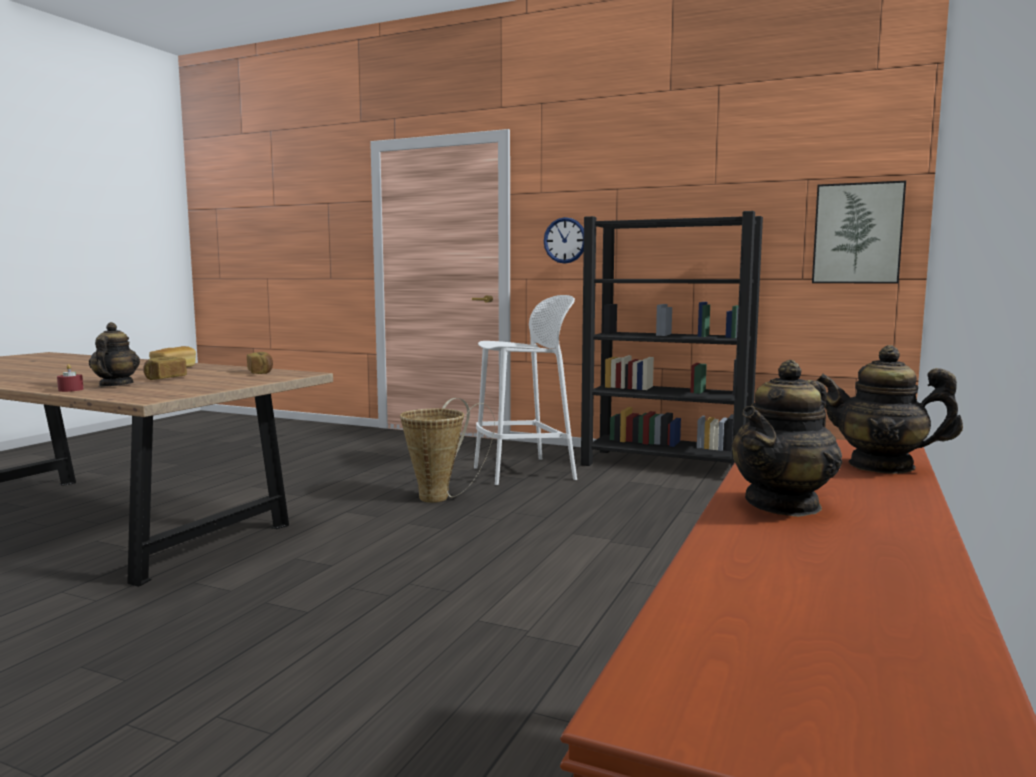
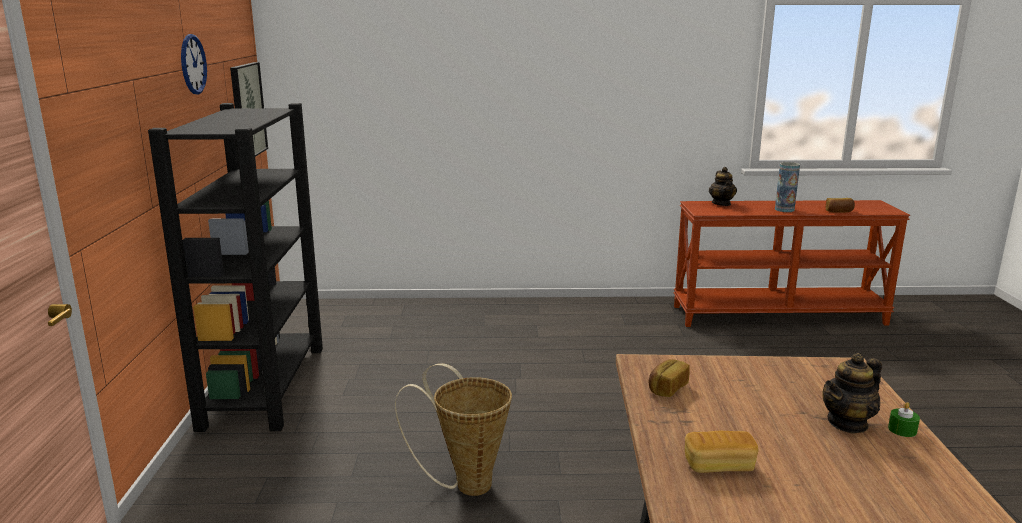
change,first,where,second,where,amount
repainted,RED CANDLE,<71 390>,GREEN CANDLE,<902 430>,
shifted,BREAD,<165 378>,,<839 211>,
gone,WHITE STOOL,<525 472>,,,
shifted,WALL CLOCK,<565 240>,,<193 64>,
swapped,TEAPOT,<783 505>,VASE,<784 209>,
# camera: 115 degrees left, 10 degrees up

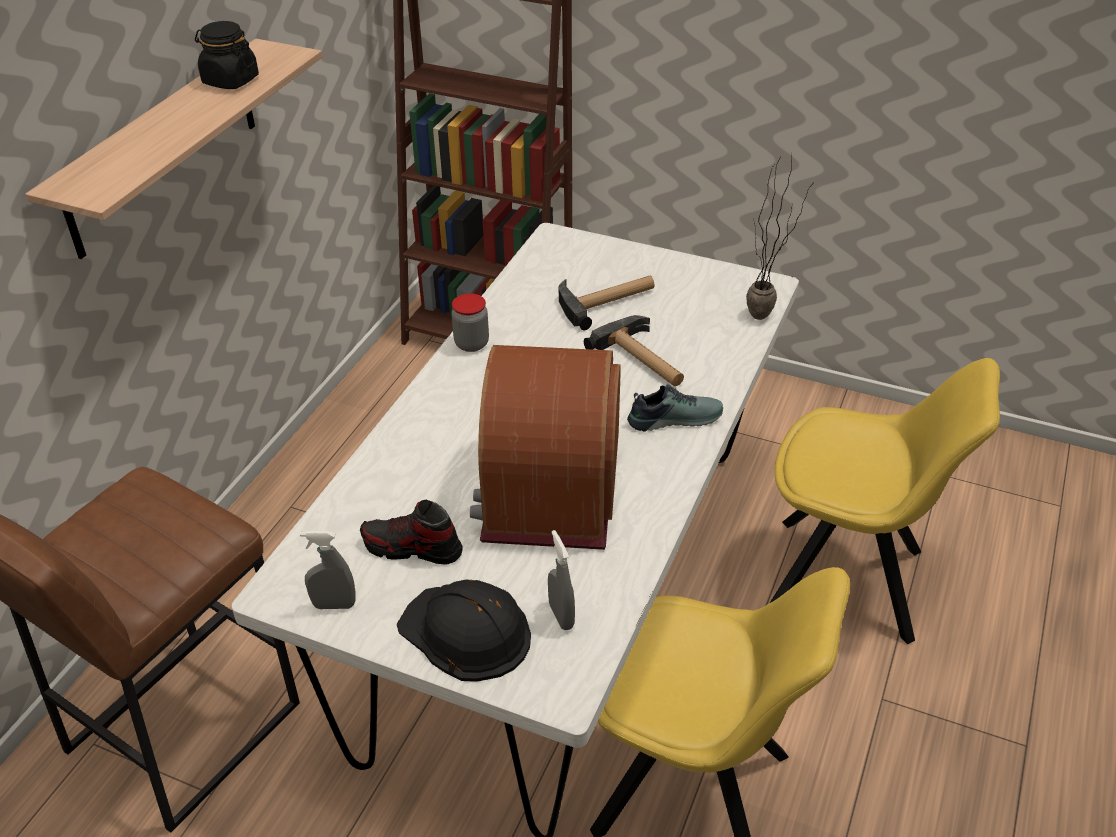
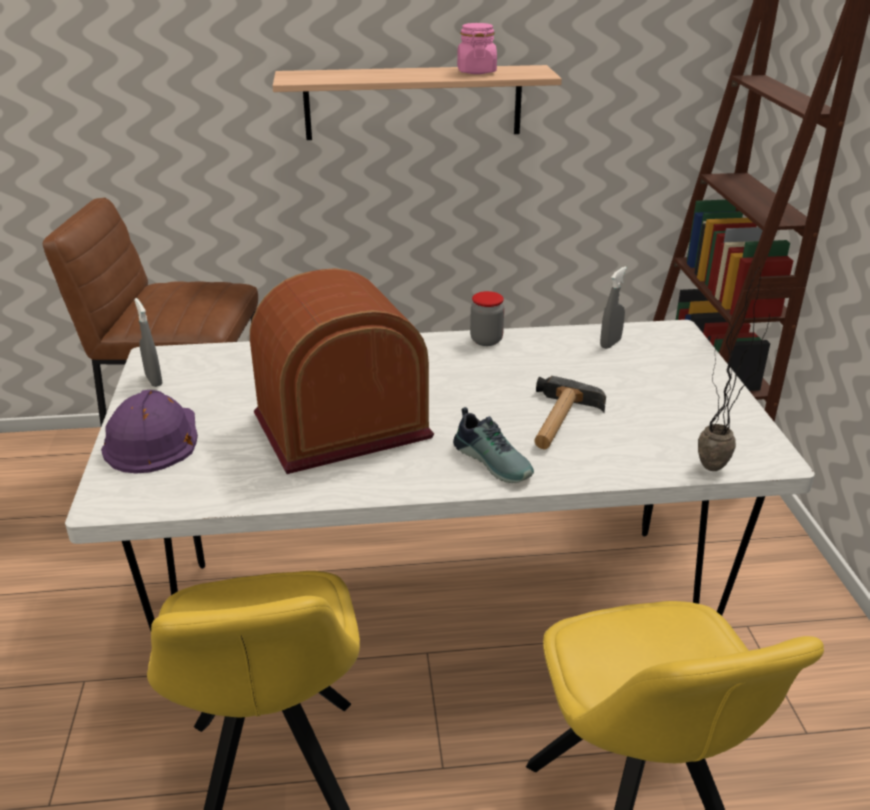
change,first,where,second,where,amount
repainted,BLACK JAR,<230 80>,PINK JAR,<476 71>,
gone,SHOE,<412 548>,,,
repainted,BLACK HARD HAT,<466 633>,PURPLE HARD HAT,<152 439>,
shifted,GREY SPRAY BOTTLE,<561 616>,,<610 343>,
gone,HAMMER,<607 301>,,,
# camera: 60 degrees right, 10 degrees down

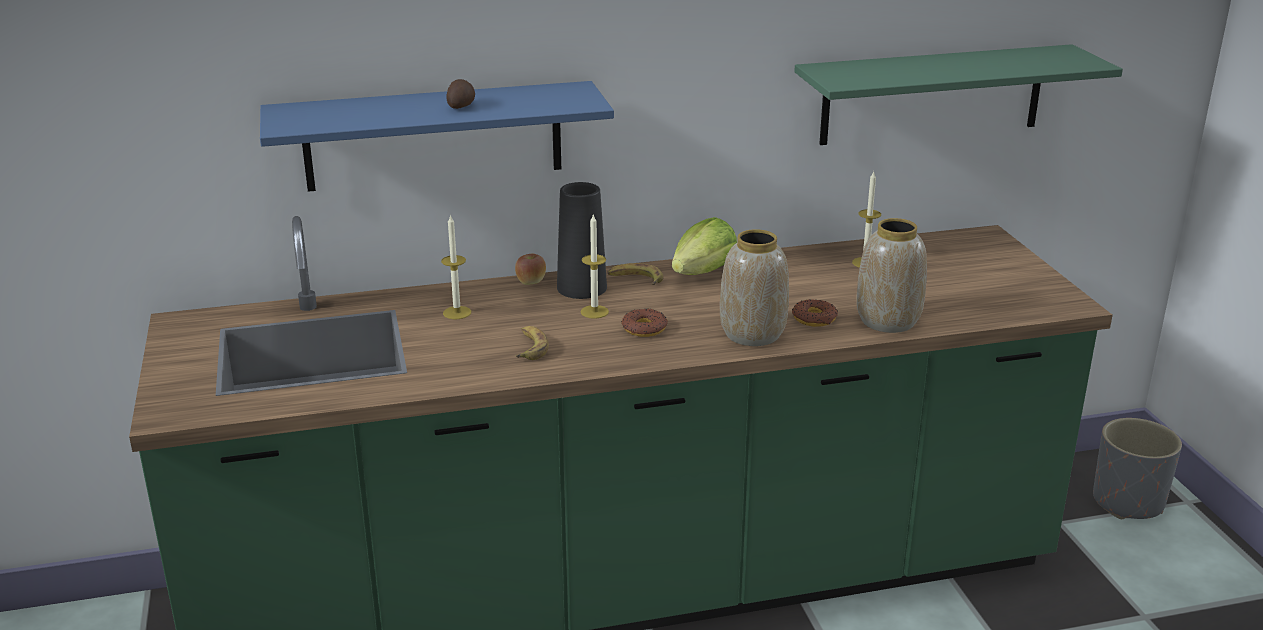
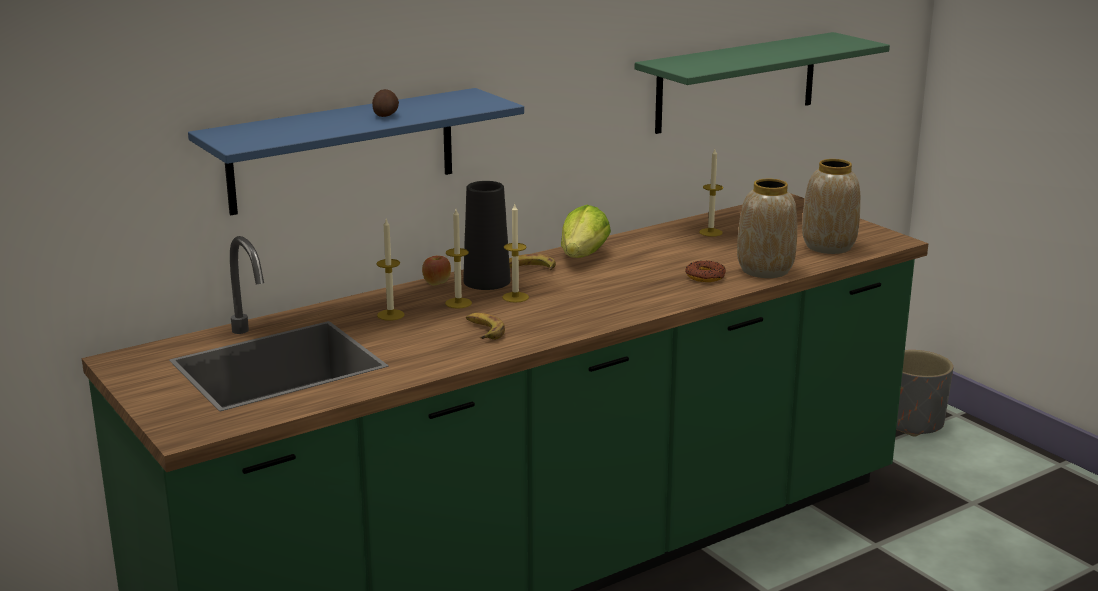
change,first,where,second,where,amount
gone,DONUT,<644 328>,,,
shifted,VASE,<753 334>,,<829 246>,
new,,,CANDLE,<458 303>,
# camera: 20 degrees left, 5 degrees down

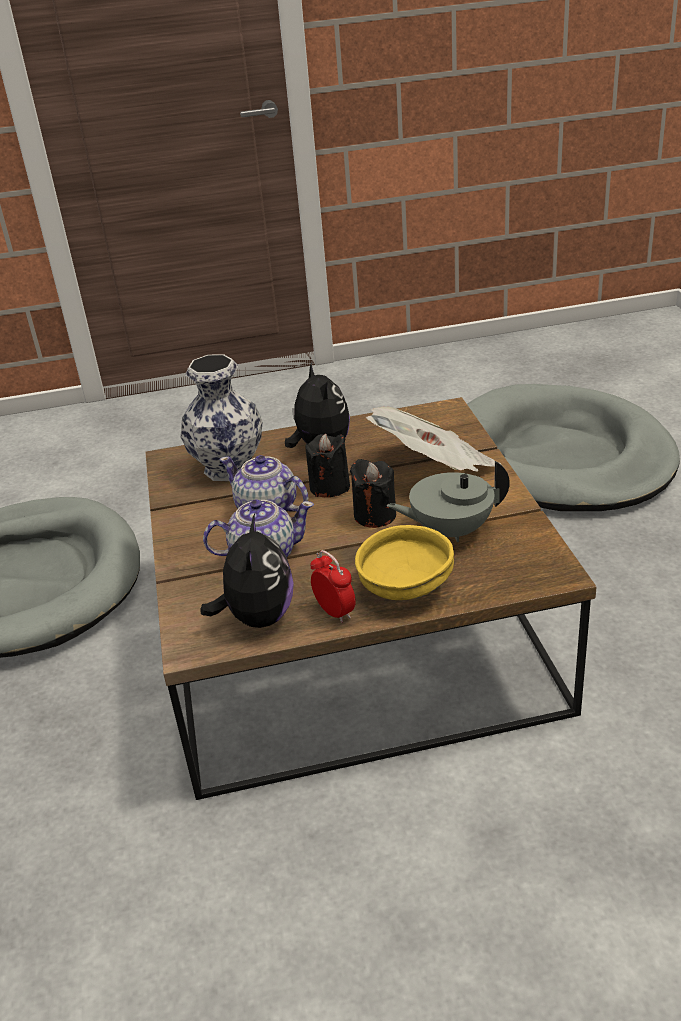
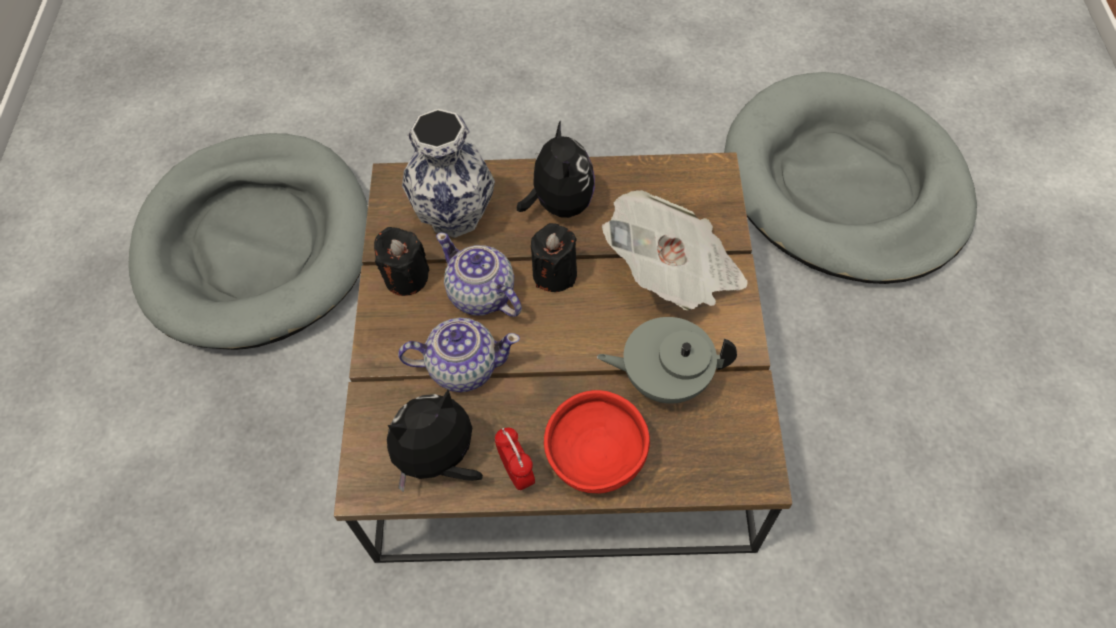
change,first,where,second,where,amount
rotated,PLUSH TOY,<257 617>,,<439 459>,135 degrees counterclockwise
shifted,BLACK CANDLE,<375 515>,,<406 277>,
repainted,YELLOW BOWL,<404 588>,RED BOWL,<594 455>,
# camera: 10 degrees right, 25 degrees up

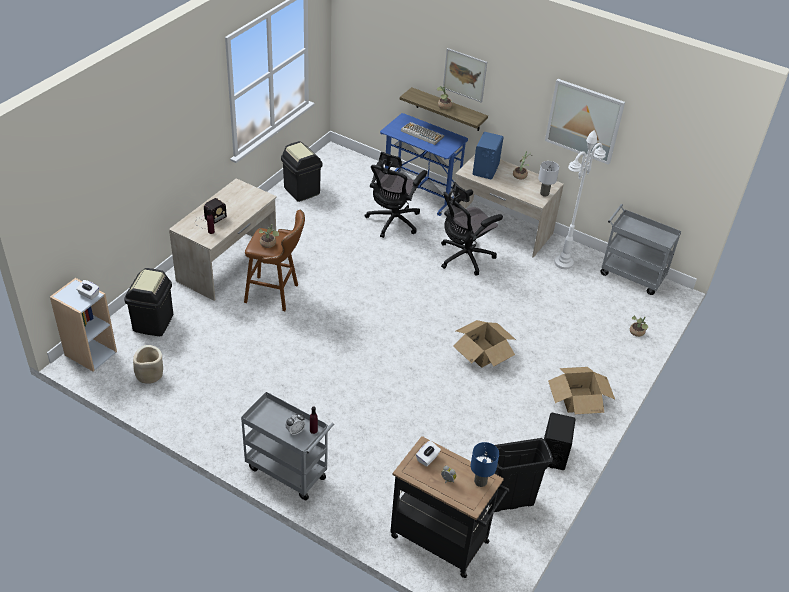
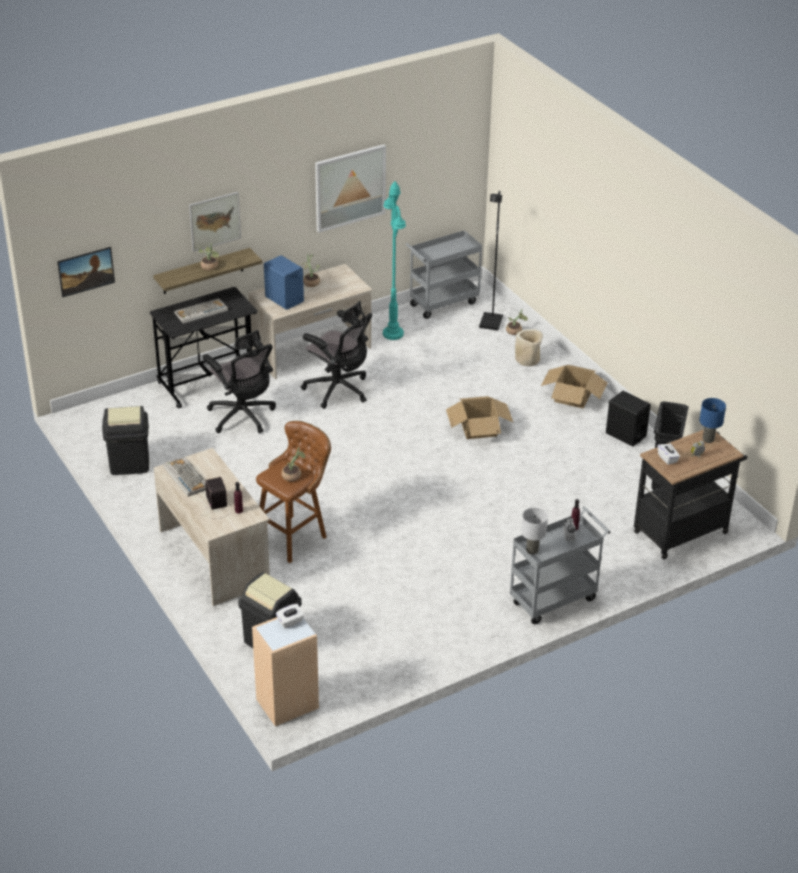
change,first,where,second,where,amount
shifted,BEIGE PLANTER,<149 375>,,<528 359>,
repainted,BLUE DESK,<419 193>,BLACK DESK,<208 382>,
rotated,OFFICE CHAIR,<465 257>,,<338 389>,45 degrees counterclockwise
shifted,WHITE TABLE LAMP,<544 193>,,<531 550>,
repainted,WHITE FLOOR LAMP,<563 263>,TURQUOISE FLOOR LAMP,<393 333>,
new,,,PICTURE,<87 280>,
new,,,KEYBOARD,<185 477>,
new,,,BLACK FLOOR LAMP,<491 323>,
# camera: 60 degrees left, 5 degrees down

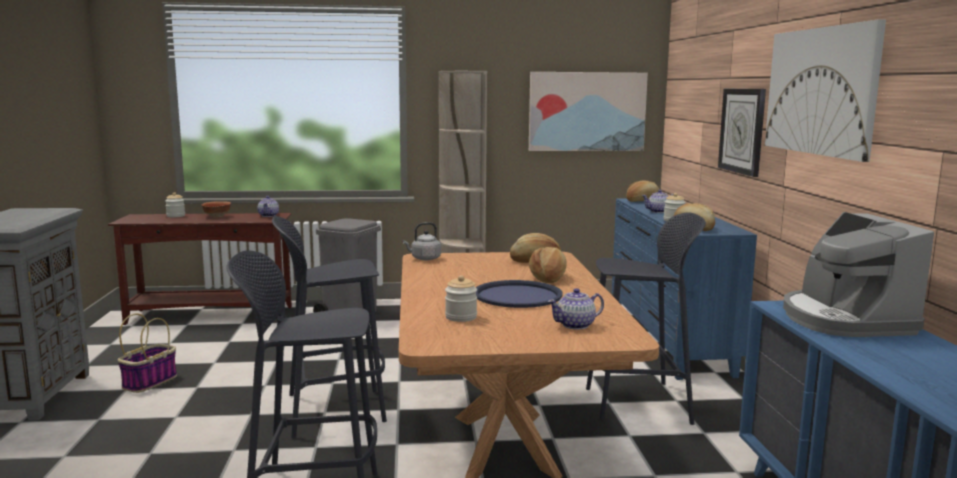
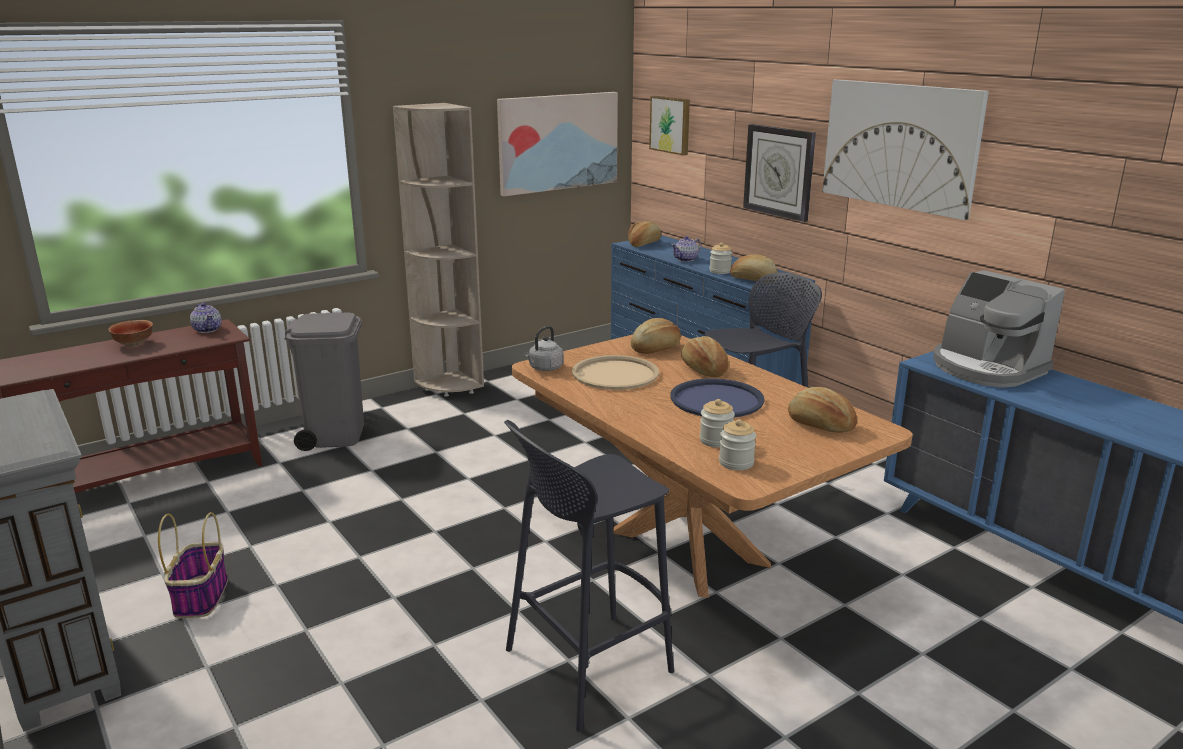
change,first,where,second,where,amount
shifted,JAR,<176 216>,,<736 463>,
gone,GREY STOOL,<332 411>,,,
swapped,TEAPOT,<576 325>,BREAD,<820 424>,
new,,,BEIGE TRAY,<615 374>,
new,,,PICTURE,<671 124>,
# camera: 30 degrees left, 10 degrees up

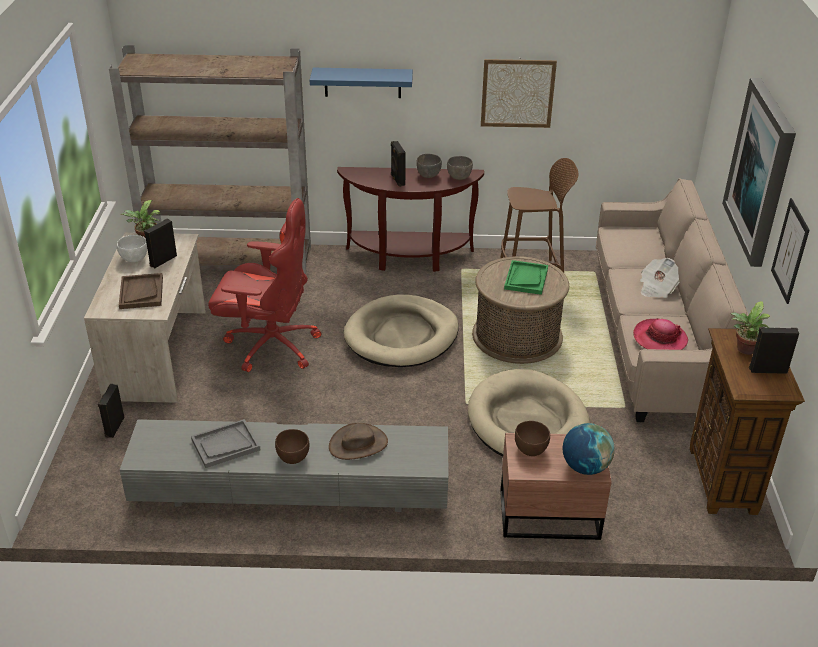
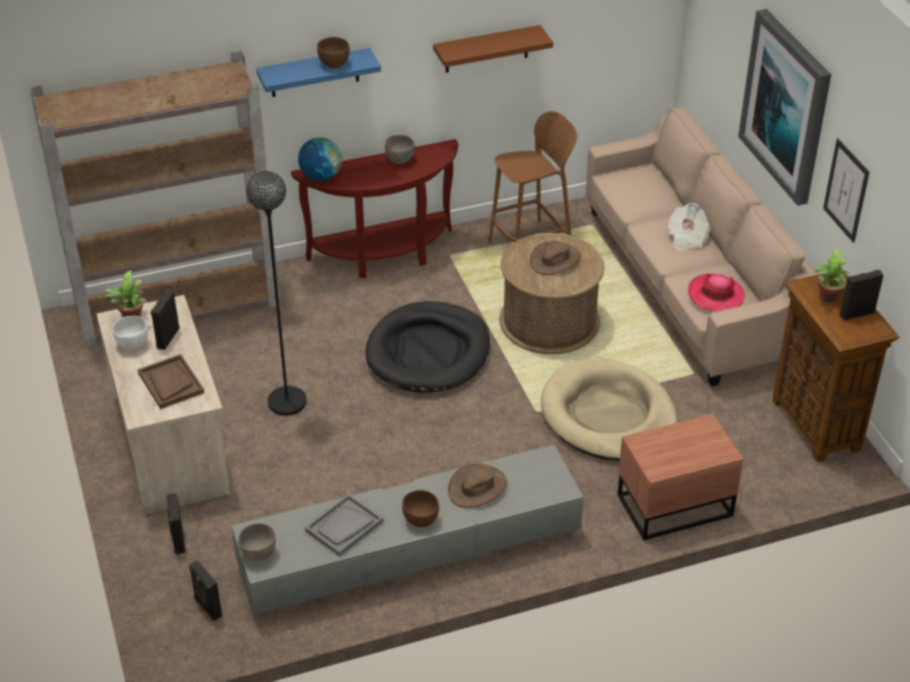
change,first,where,second,where,amount
swapped,RED OFFICE CHAIR,<266 346>,BLACK FLOOR LAMP,<287 402>,
repainted,BEIGE DOG BED,<401 335>,BLACK DOG BED,<428 352>,
shifted,BLACK SPEAKER,<397 180>,,<207 608>,
shifted,GREY BOWL,<459 177>,,<258 554>,
swapped,PICTURE,<517 92>,BROWN SHELF,<486 49>,
swapped,GREEN TRAY,<526 278>,BROWN HAT,<555 260>,
shifted,BROWN BOWL,<530 449>,,<334 64>,
shifted,GLOBE,<585 467>,,<321 176>,
# camera: 20 degrees left, 5 degrees up

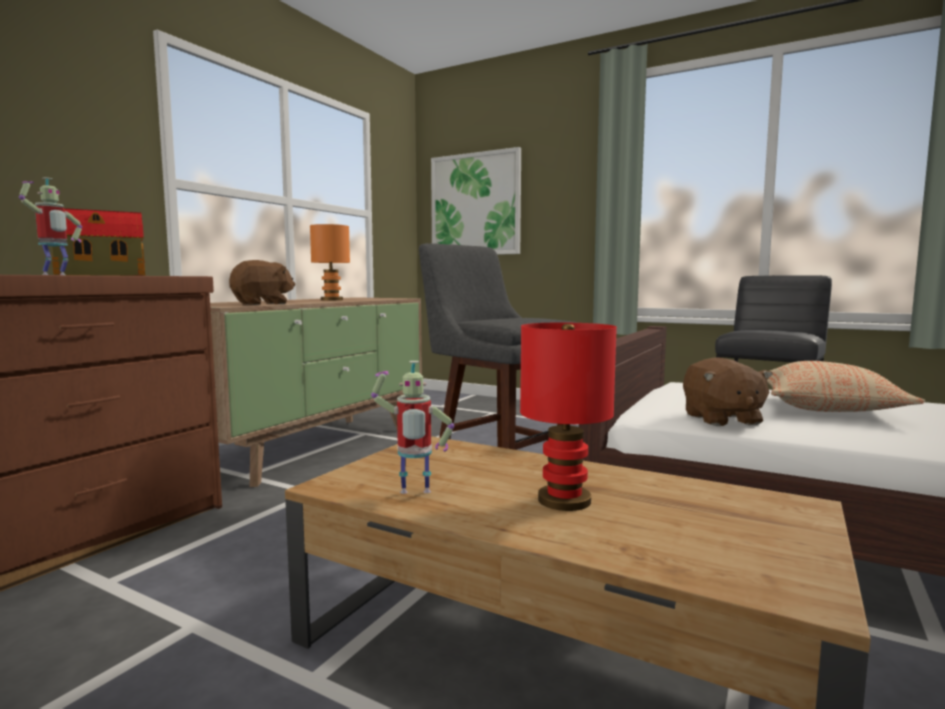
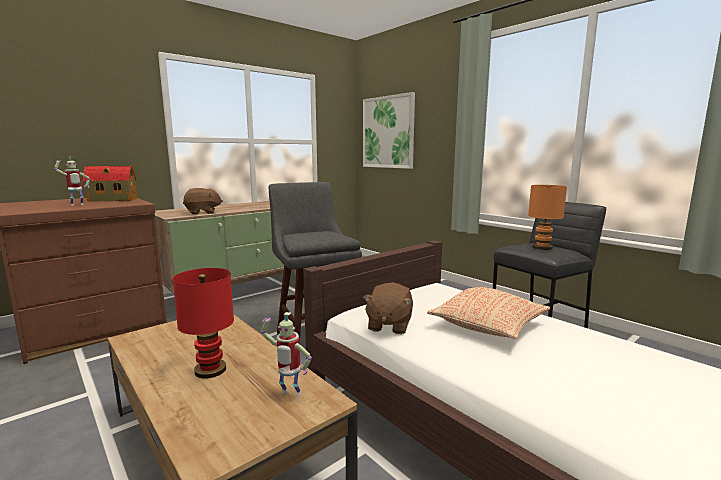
change,first,where,second,where,amount
shifted,ORANGE TABLE LAMP,<331 300>,,<542 247>,
shifted,TOY ROBOT,<414 494>,,<289 395>,
# camera: 20 degrees right, 5 degrees up

